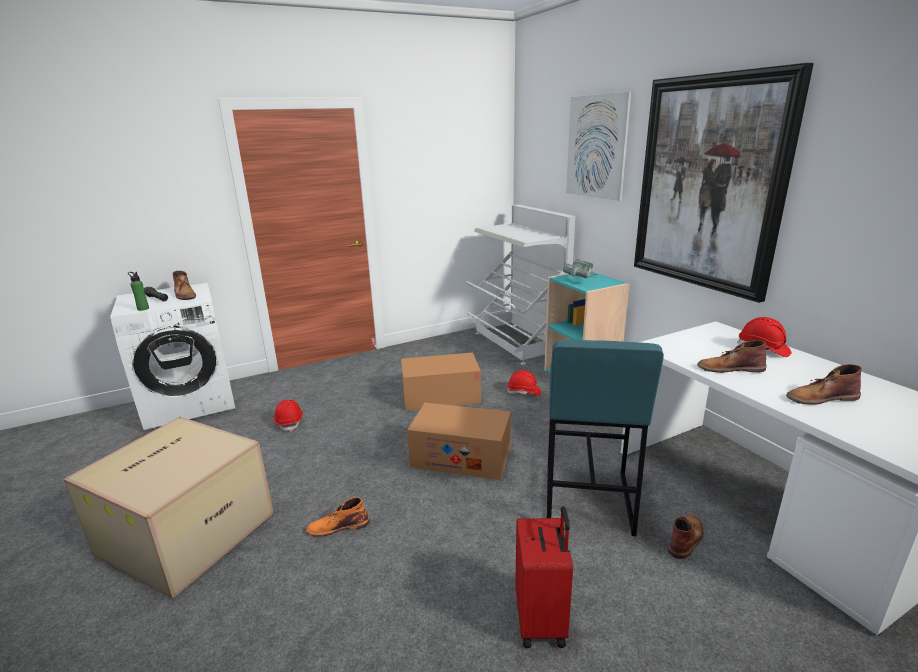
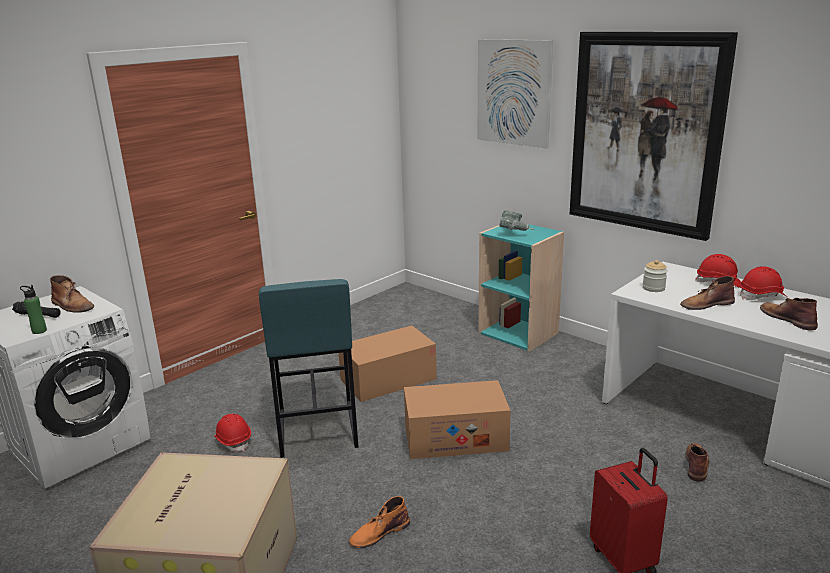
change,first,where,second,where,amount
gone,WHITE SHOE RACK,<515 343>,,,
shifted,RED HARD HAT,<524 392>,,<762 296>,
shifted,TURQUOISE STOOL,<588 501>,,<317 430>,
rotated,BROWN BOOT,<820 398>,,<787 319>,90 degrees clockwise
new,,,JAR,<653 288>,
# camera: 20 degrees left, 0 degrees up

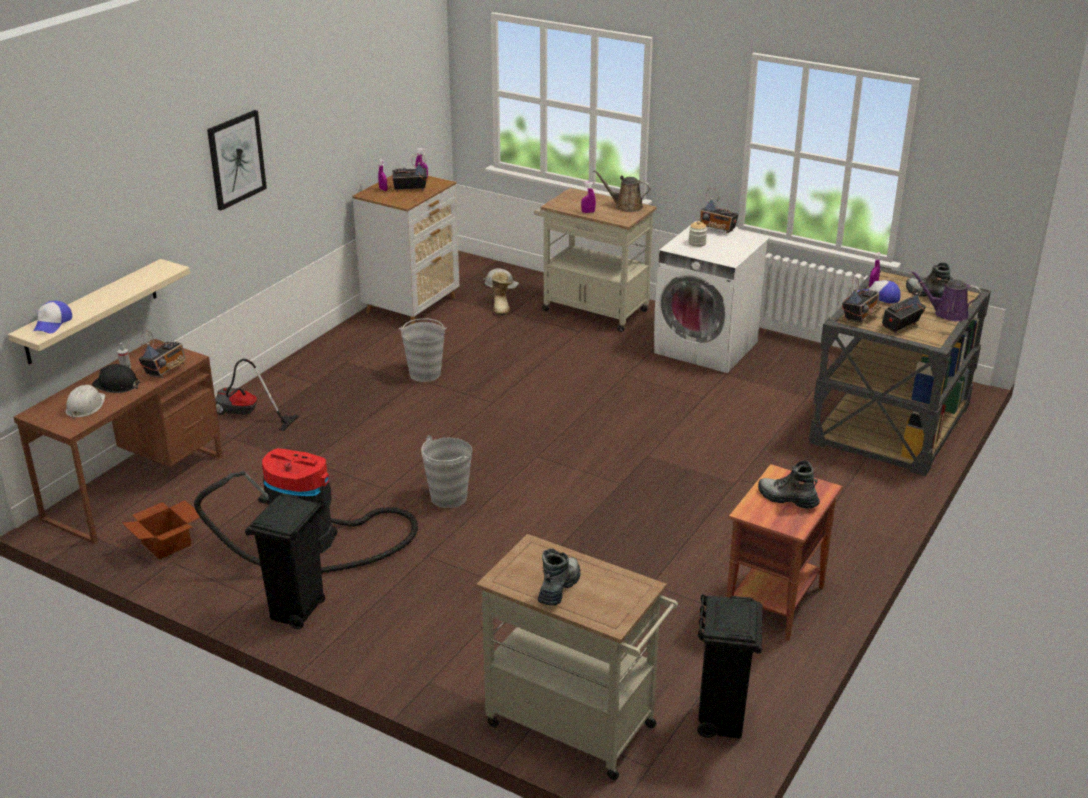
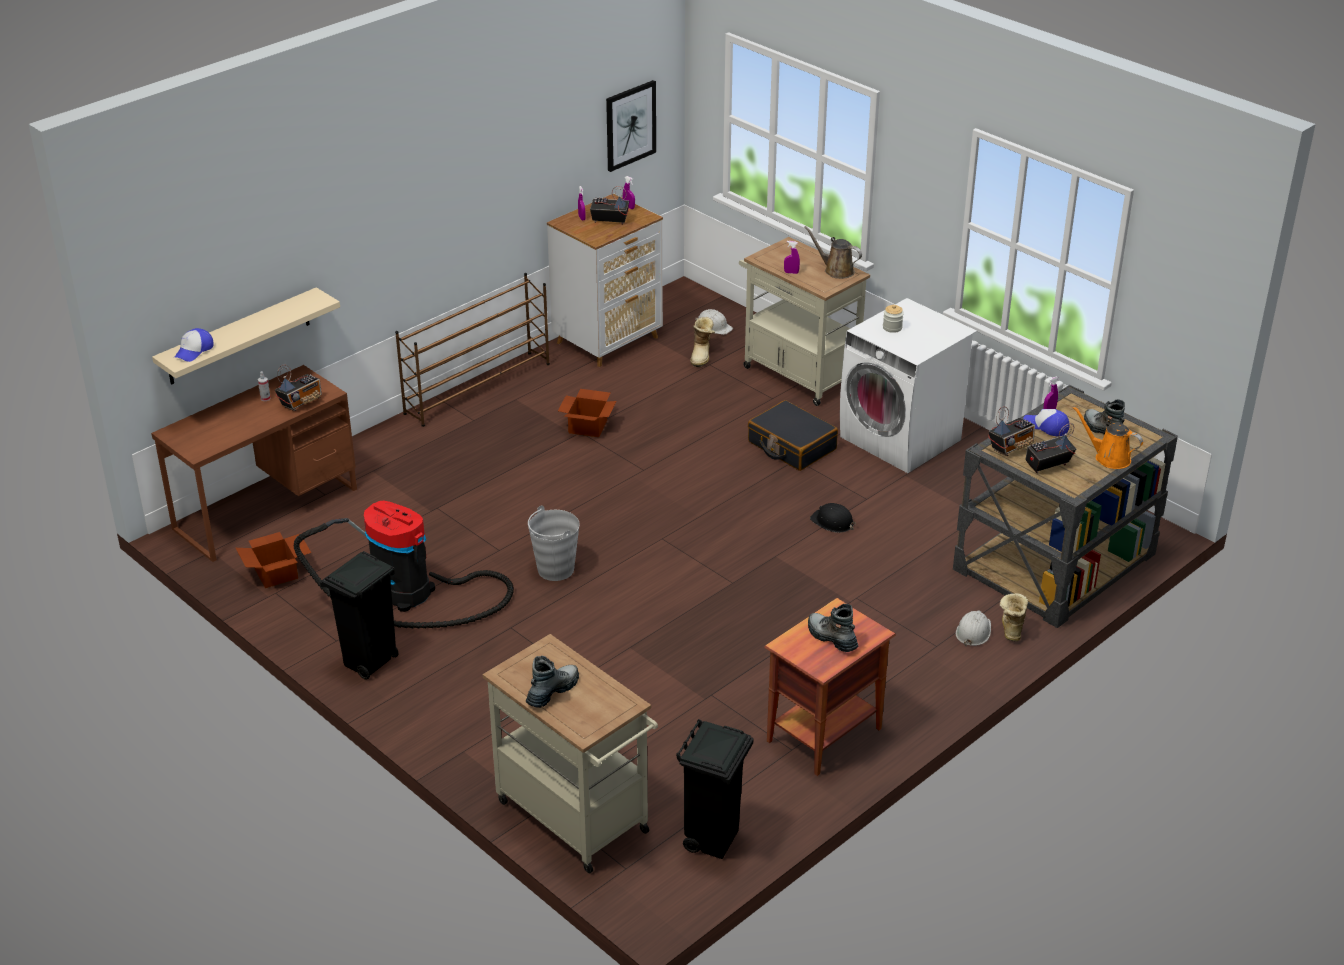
change,first,where,second,where,amount
shifted,WHITE HARD HAT,<85 406>,,<973 632>,
shifted,BLACK HARD HAT,<116 384>,,<832 522>,
shifted,PICTURE,<236 159>,,<630 125>,
gone,VACUUM CLEANER,<245 415>,,,
swapped,GREY BUCKET,<425 374>,CARDBOARD BOX,<588 426>,
gone,RADIO,<717 229>,,,
repainted,PURPLE WATERING CAN,<947 314>,ORANGE WATERING CAN,<1109 458>,
new,,,BROWN SHOE RACK,<478 388>,
new,,,BLACK SUITCASE,<791 446>,
new,,,BOOT,<1011 628>,
# camera: 15 degrees right, 5 degrees up

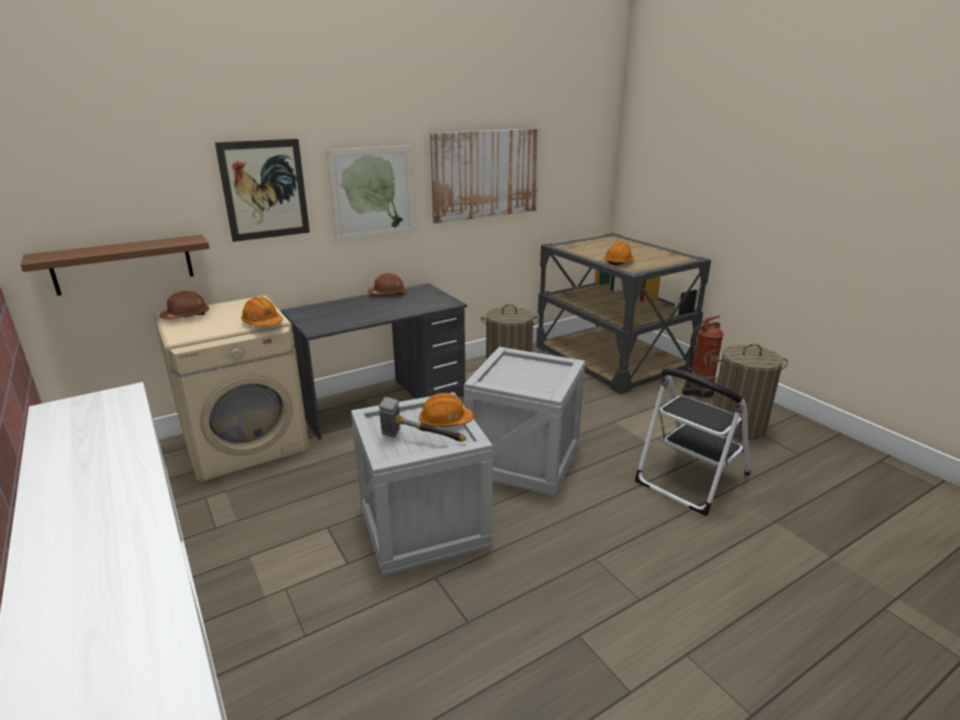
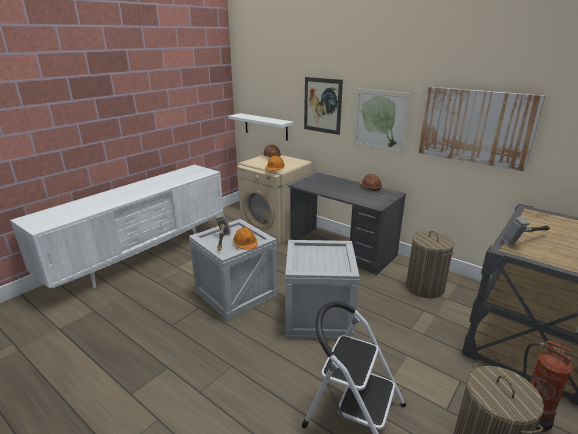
change,first,where,second,where,amount
repainted,BROWN SHELF,<123 264>,WHITE SHELF,<266 126>,
swapped,ORANGE HARD HAT,<619 262>,HAMMER,<525 240>,
# camera: 70 degrees right, 0 degrees up

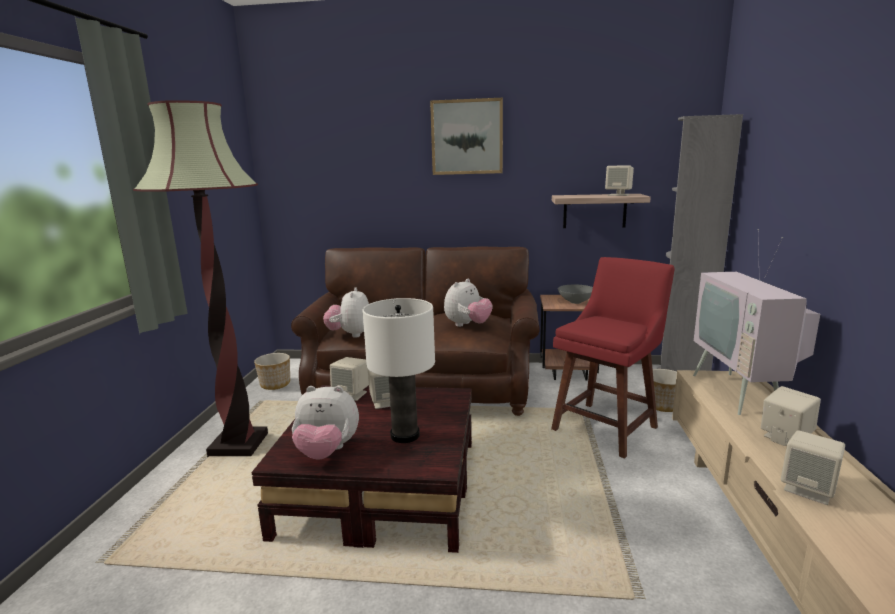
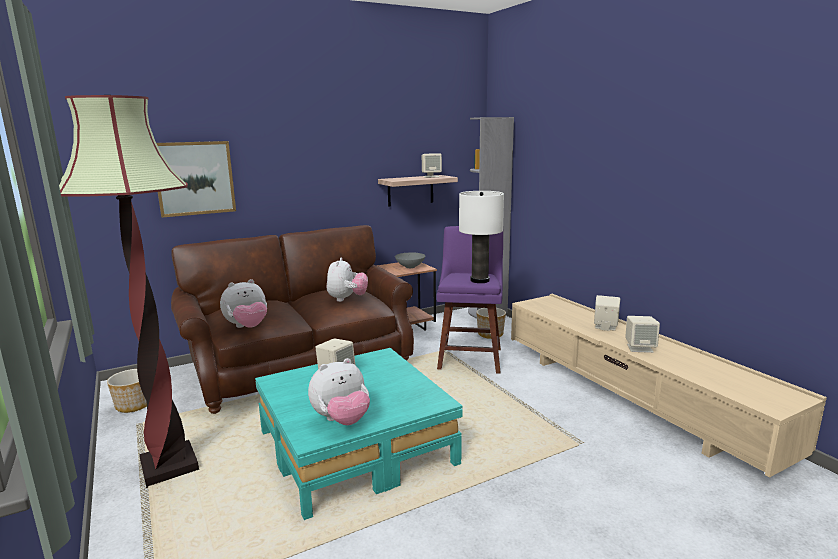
change,first,where,second,where,amount
repainted,BROWN COFFEE TABLE,<383 486>,TURQUOISE COFFEE TABLE,<356 446>,
rotated,PLUSH TOY,<350 334>,,<247 327>,90 degrees counterclockwise
gone,BEIGE SPEAKER,<352 394>,,,
shifted,WHITE TABLE LAMP,<405 435>,,<480 280>,
shifted,PICTURE,<467 137>,,<194 178>,
repainted,RED STOOL,<607 427>,PURPLE STOOL,<470 357>,
gone,TELEVISION,<743 392>,,,
# camera: 35 degrees left, 0 degrees up

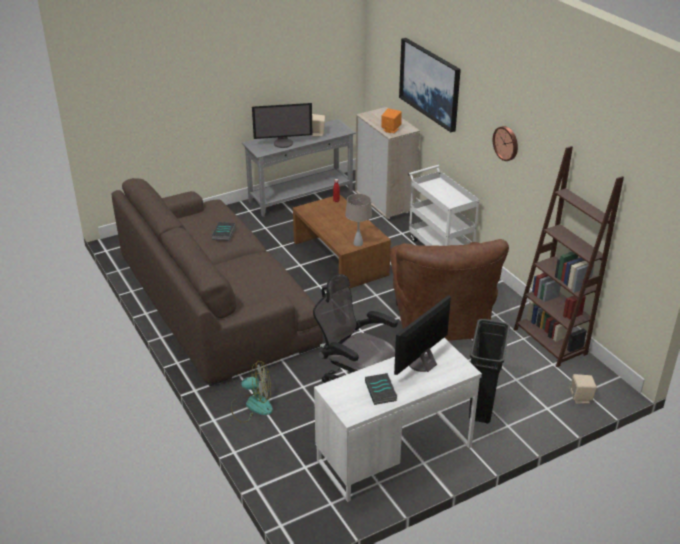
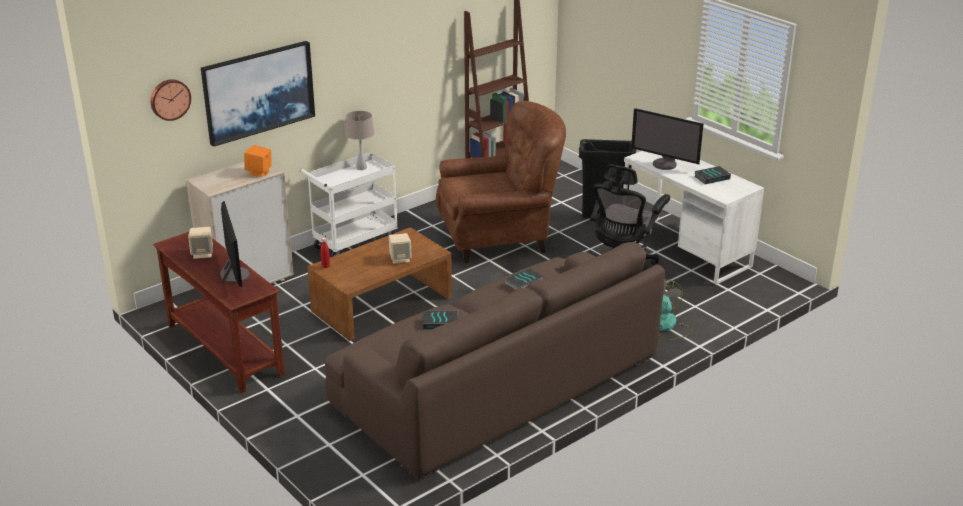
change,first,where,second,where,amount
repainted,GREY CONSOLE TABLE,<301 196>,BROWN CONSOLE TABLE,<224 350>,
shifted,BEIGE TABLE LAMP,<358 243>,,<361 168>,
shifted,WALL CLOCK,<506 143>,,<169 99>,
shifted,BEIGE SPEAKER,<581 398>,,<400 259>,
new,,,BOOK,<524 283>,
# camera: 100 degrees left, 5 degrees down

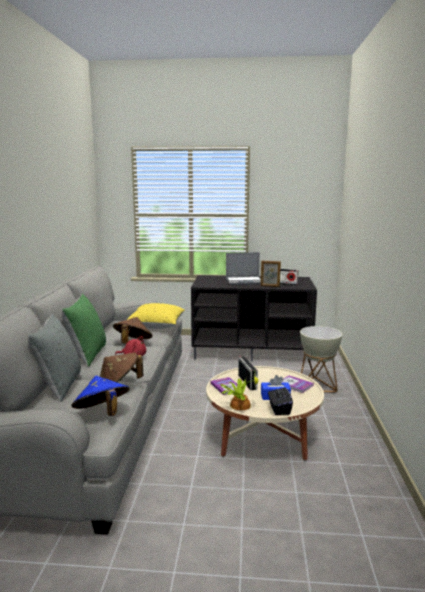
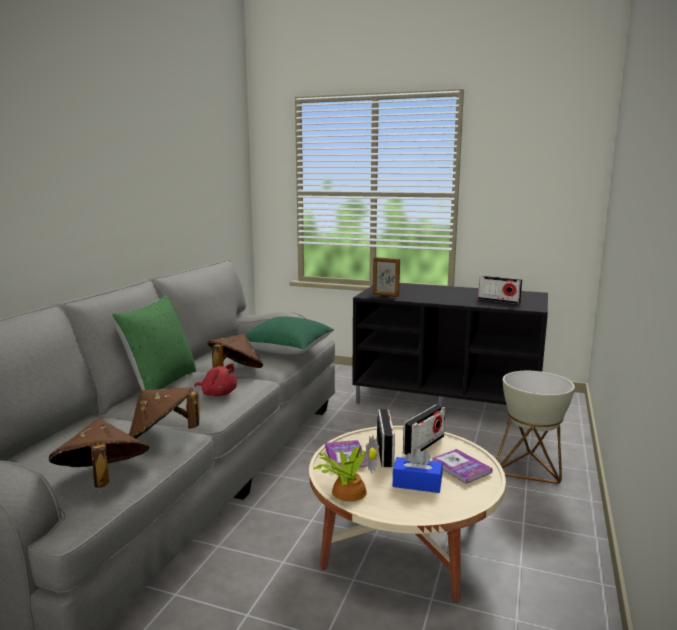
change,first,where,second,where,amount
gone,GREY PILLOW,<59 386>,,,
repainted,BLUE HAT,<102 414>,BROWN HAT,<102 480>,
repainted,YELLOW PILLOW,<156 326>,GREEN PILLOW,<287 350>,
gone,LAPTOP,<245 281>,,,
shifted,PICTURE FRAME,<270 286>,,<385 295>,
gone,BLACK TISSUE BOX,<279 409>,,,
new,,,RADIO,<424 445>,
# camera: 15 degrees right, 0 degrees up

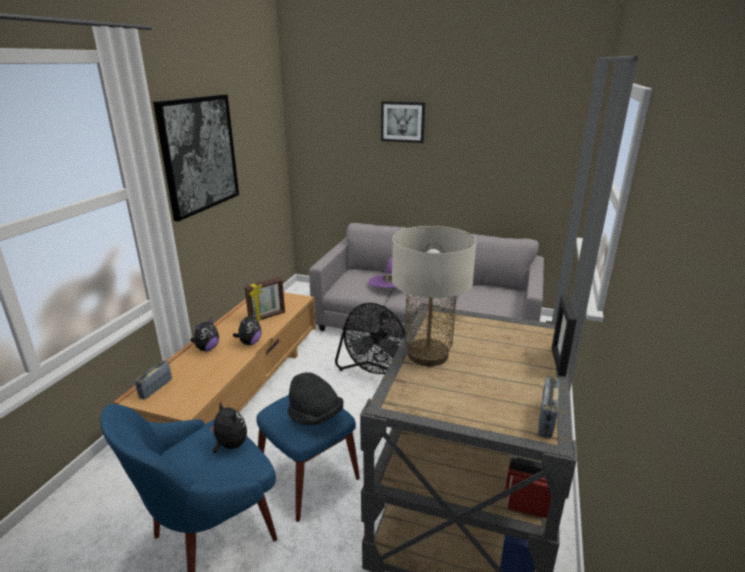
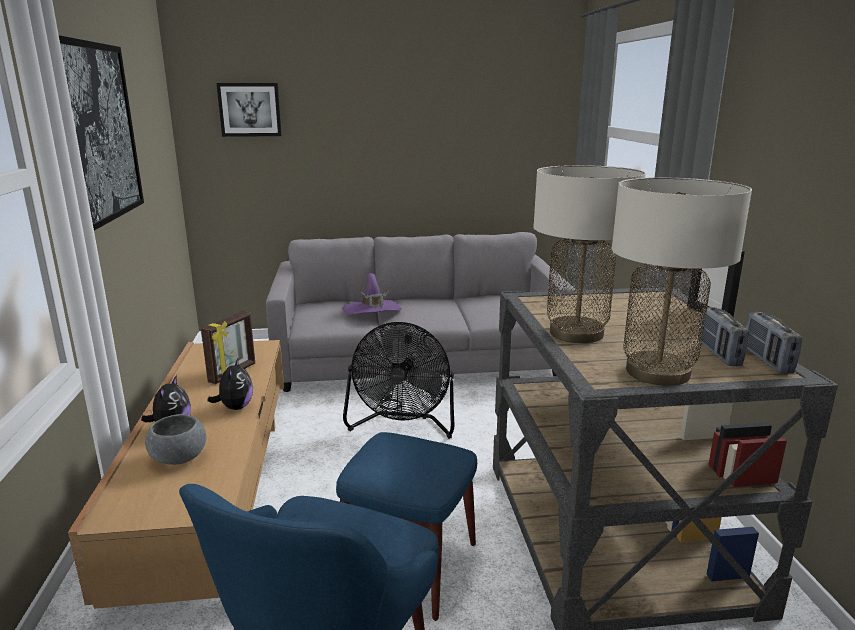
change,first,where,second,where,amount
shifted,RADIO,<156 388>,,<718 354>,
gone,PLUSH TOY,<230 446>,,,
gone,BLACK HAT,<315 416>,,,
shifted,PICTURE,<403 122>,,<250 109>,
new,,,GREY BOWL,<178 458>,
new,,,TABLE LAMP,<658 372>,
# camera: 25 degrees left, 5 degrees down

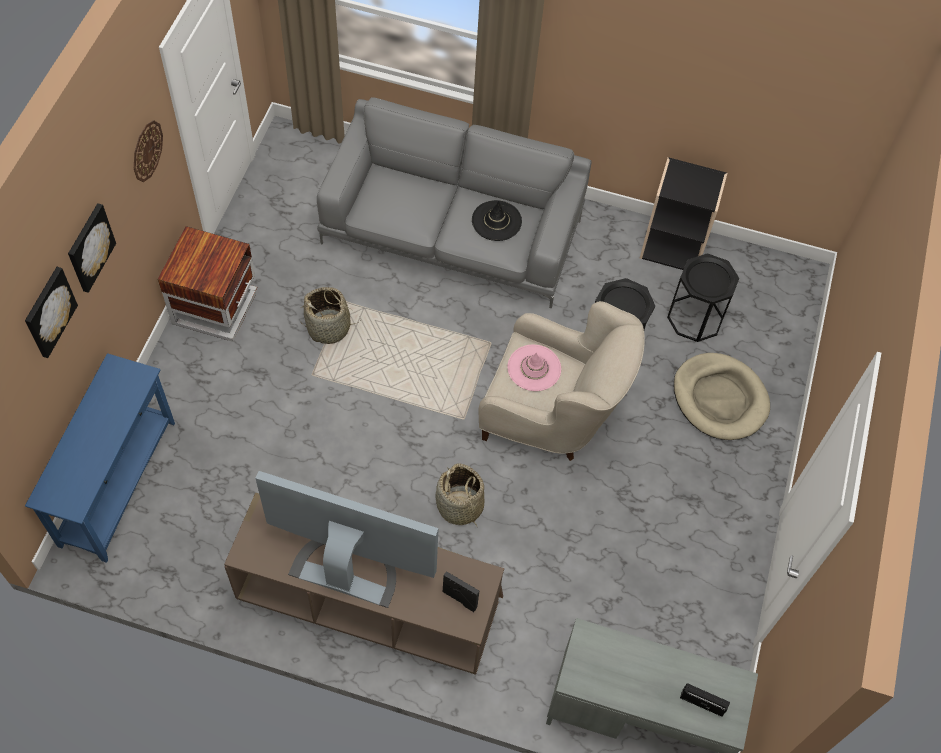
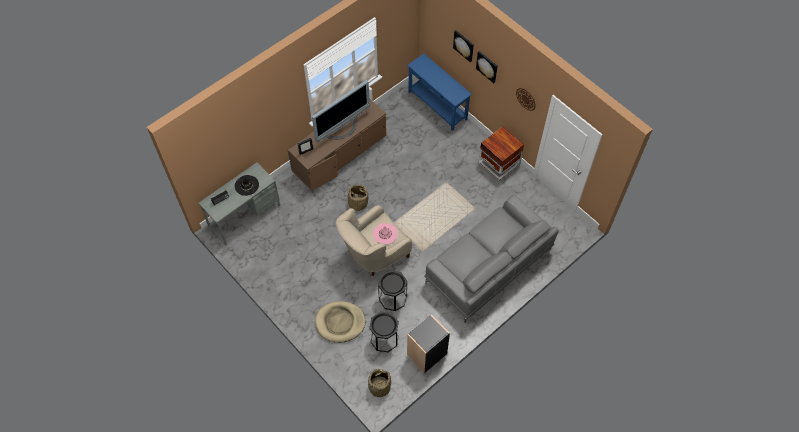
change,first,where,second,where,amount
shifted,BASKET,<329 328>,,<379 387>,
shifted,BLACK HAT,<496 221>,,<246 185>,
# camera: 125 degrees right, 0 degrees up

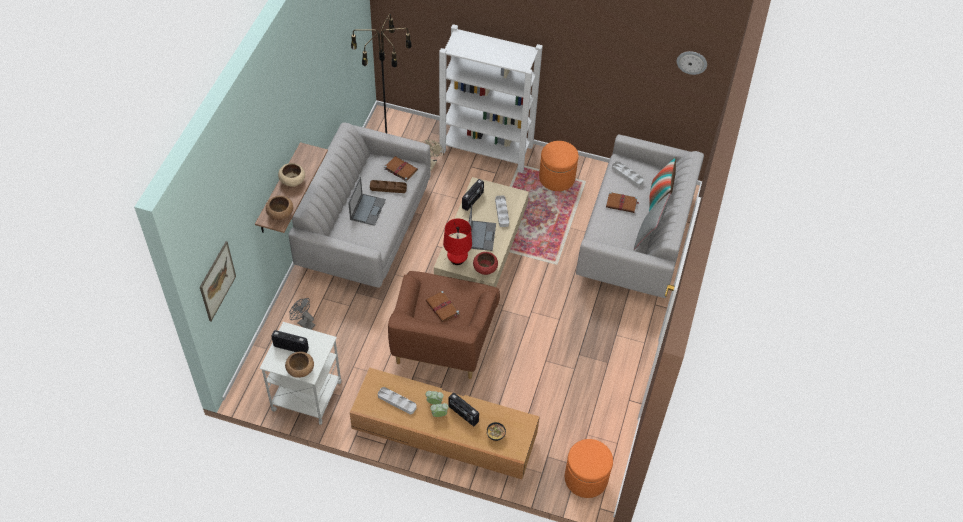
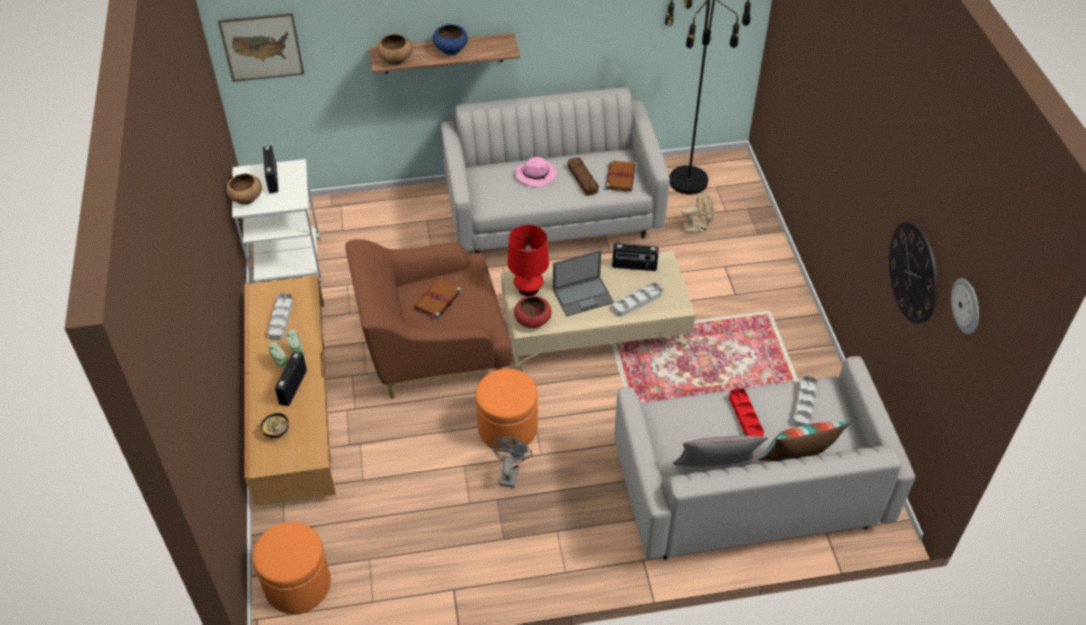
change,first,where,second,where,amount
repainted,BEIGE BOWL,<292 180>,BLUE BOWL,<451 49>,
shifted,GREY FAN,<304 323>,,<510 473>,
swapped,LAPTOP,<368 209>,PINK HAT,<536 175>,
gone,WHITE BOOKCASE,<486 148>,,,
shifted,ORANGE OTTOMAN,<557 178>,,<507 428>,
swapped,BROWN BOOK,<622 203>,RED TRAY,<745 417>,
new,,,WALL CLOCK,<913 272>,
# camera: 65 degrees right, 5 degrees down

